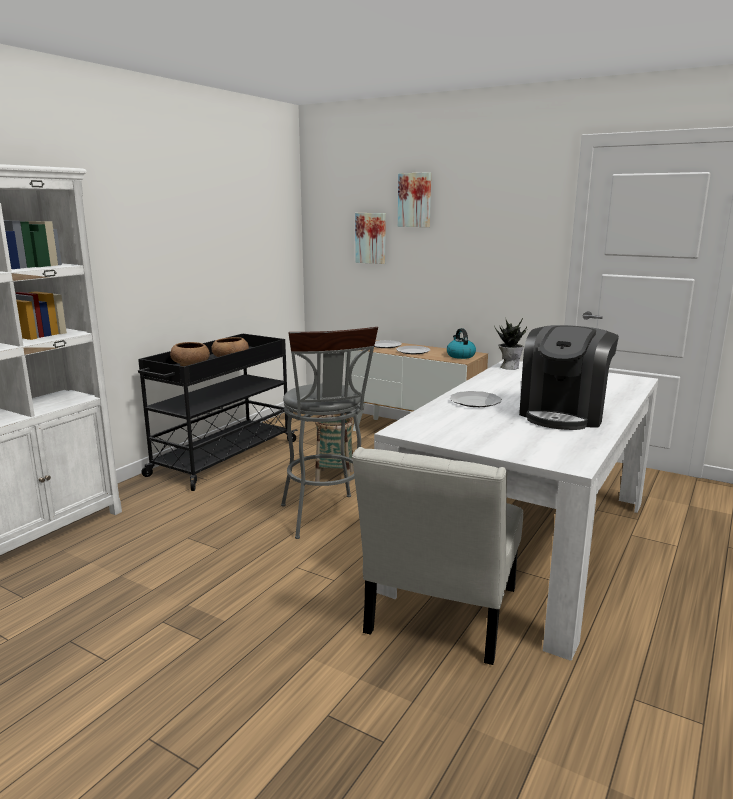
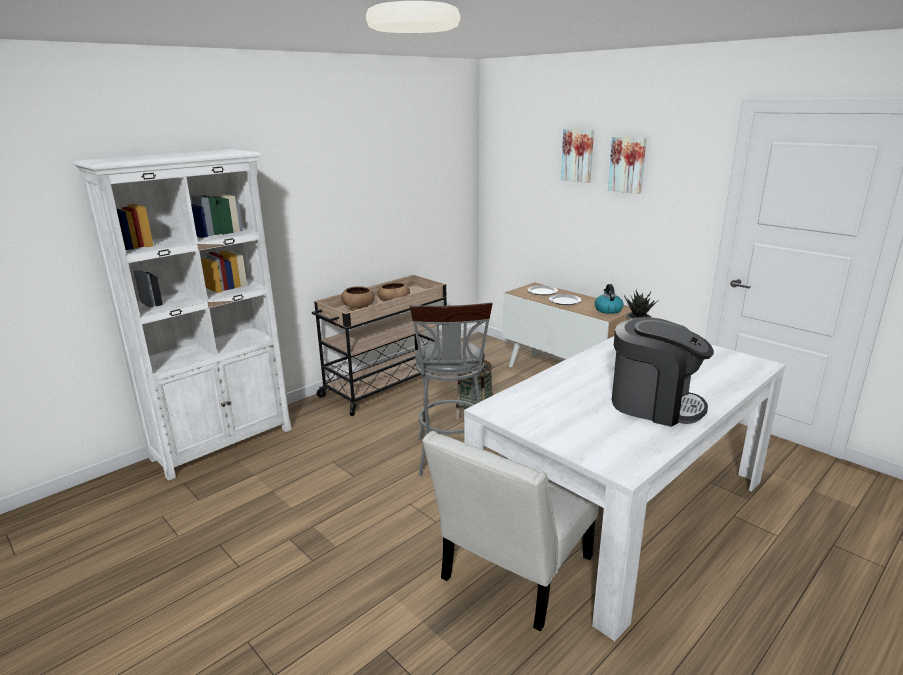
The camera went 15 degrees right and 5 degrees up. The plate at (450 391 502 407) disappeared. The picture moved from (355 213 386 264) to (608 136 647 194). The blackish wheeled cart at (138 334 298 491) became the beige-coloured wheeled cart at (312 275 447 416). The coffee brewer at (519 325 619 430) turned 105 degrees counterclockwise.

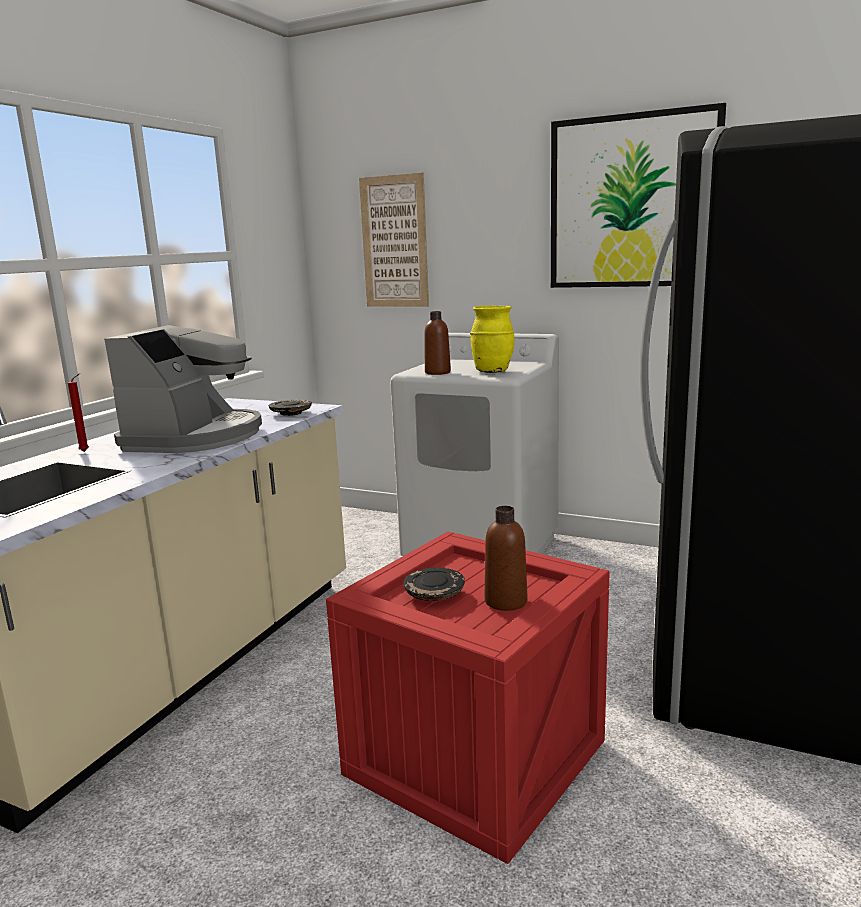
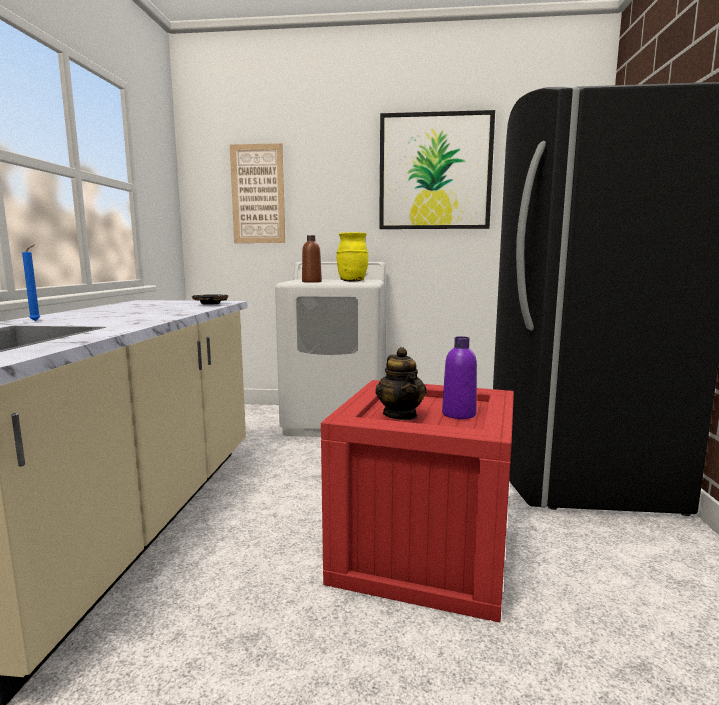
The camera went 20 degrees left and 5 degrees down. The coffee brewer at (104 325 262 453) disappeared. The blackish plate at (403 568 465 601) was replaced by the tea pot at (375 347 426 420). The reddish wax light at (68 373 89 452) became the bluish wax light at (22 245 40 321). The brown-coloured bottle at (485 506 527 611) became the purple bottle at (442 336 477 419).

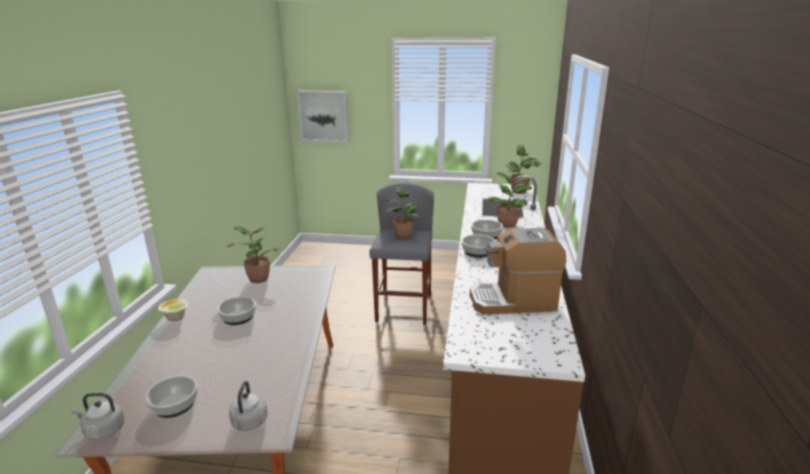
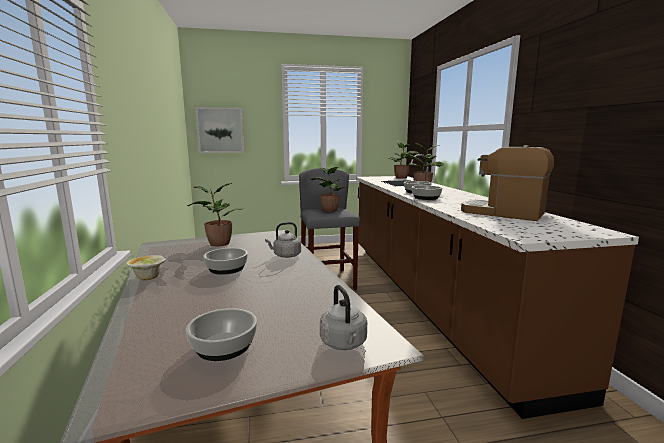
The camera went 20 degrees left and 10 degrees down. The greyish water kettle moved from (72 393 124 440) to (265 222 301 258). The coffee brewer at (470 228 566 314) turned 60 degrees clockwise.

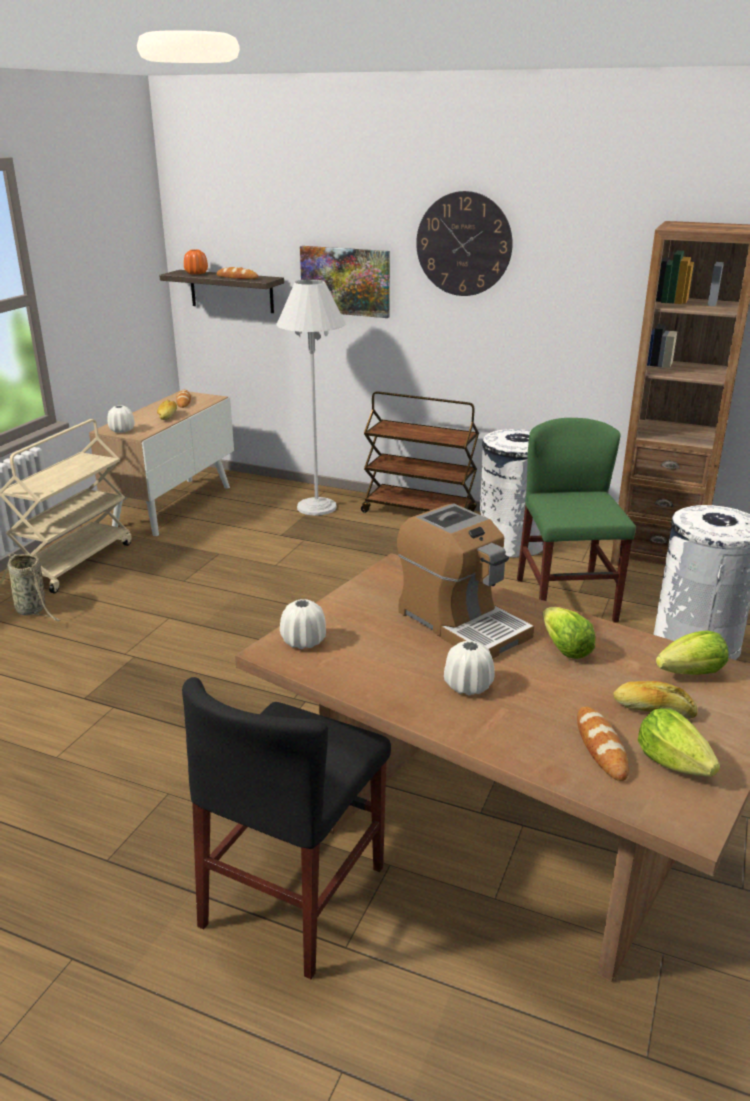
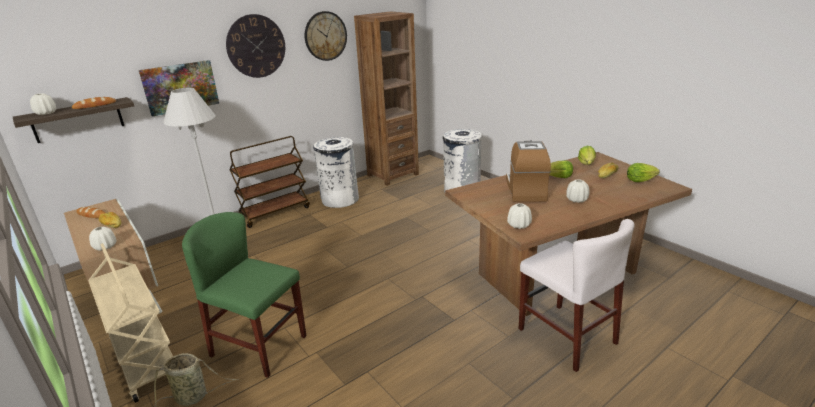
The camera went 60 degrees left and 0 degrees up. The baked bread at (577 707 629 781) disappeared. The wall clock at (305 11 347 61) appeared. The green chair moved from (517 418 636 623) to (182 212 306 378). The blackish chair at (182 677 391 979) became the white chair at (519 219 634 372). The orangey flower vase at (184 249 208 275) became the white flower vase at (30 93 56 115). The coffee brewer at (397 503 534 659) turned 75 degrees counterclockwise.

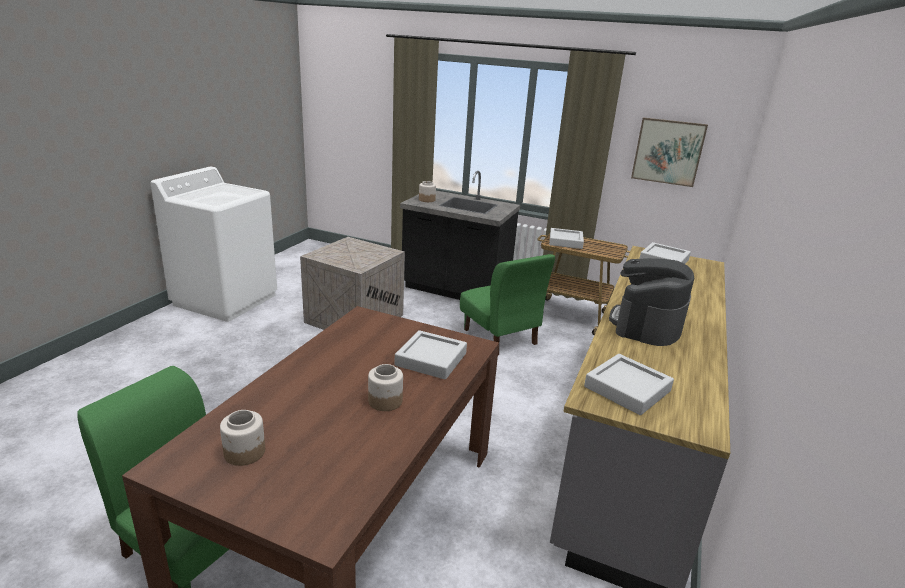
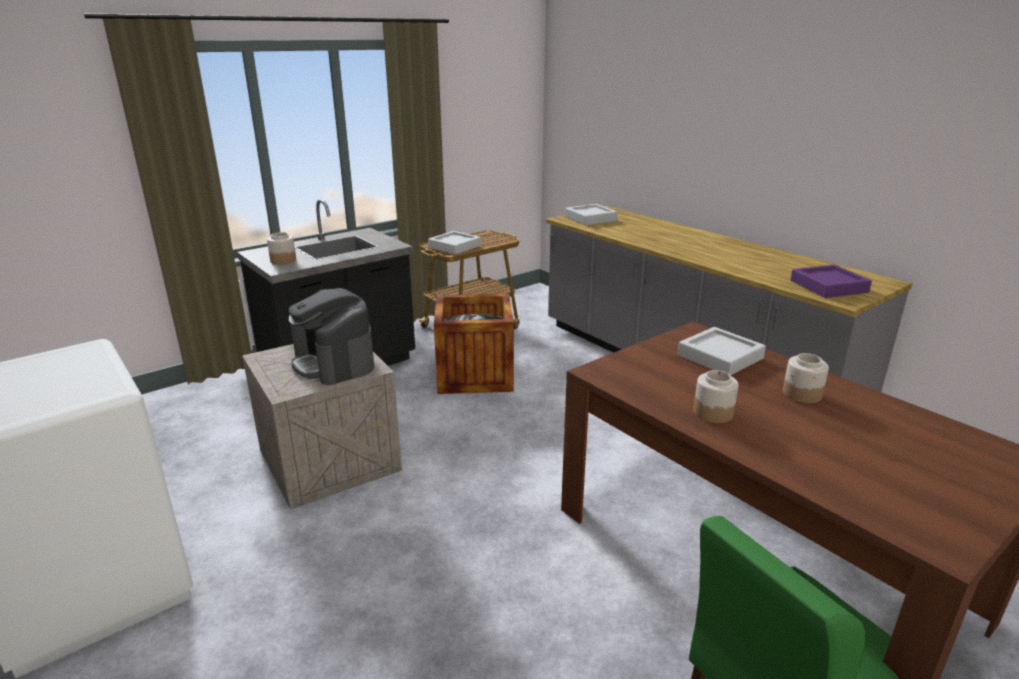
The camera went 60 degrees left and 0 degrees up. The picture at (631 117 708 187) disappeared. The storage jar moved from (220 410 265 466) to (694 370 738 423). The coffee brewer moved from (609 258 694 346) to (289 288 375 385). The green chair at (460 254 555 355) was replaced by the packing crate at (434 294 514 394). The greyish tray at (584 354 674 415) became the purple tray at (790 265 872 298).

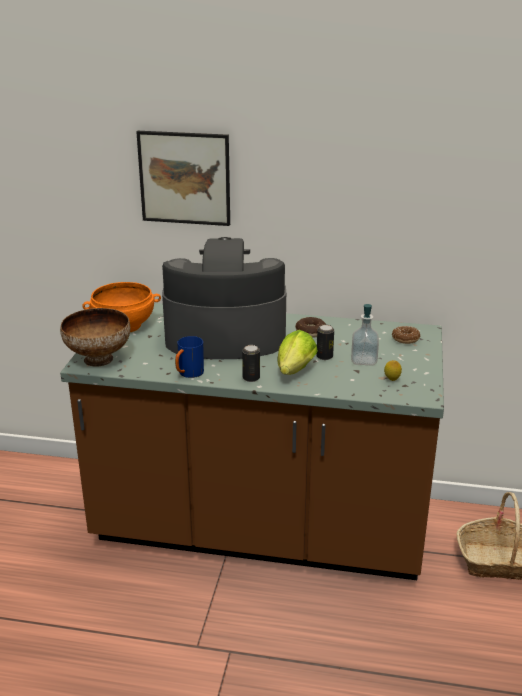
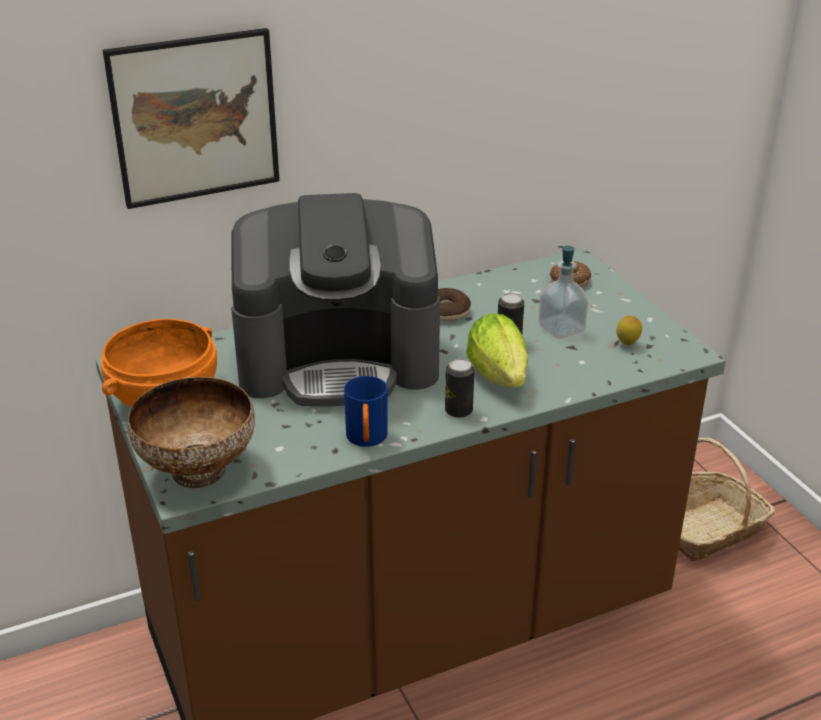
The camera went 35 degrees left and 5 degrees up. The coffee brewer at (162 237 286 359) turned 150 degrees counterclockwise.

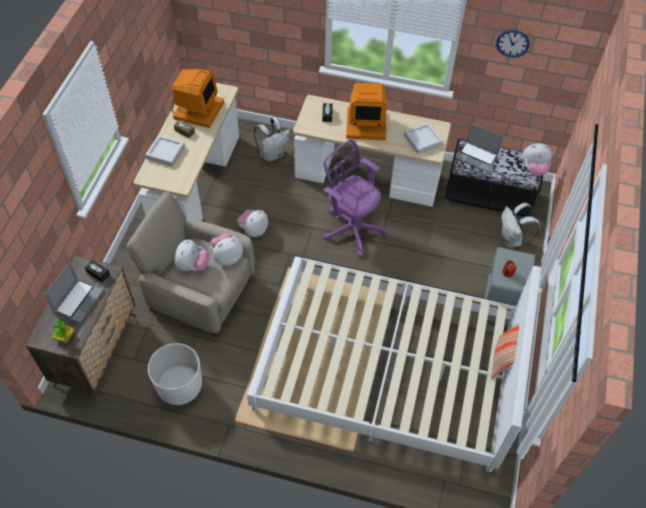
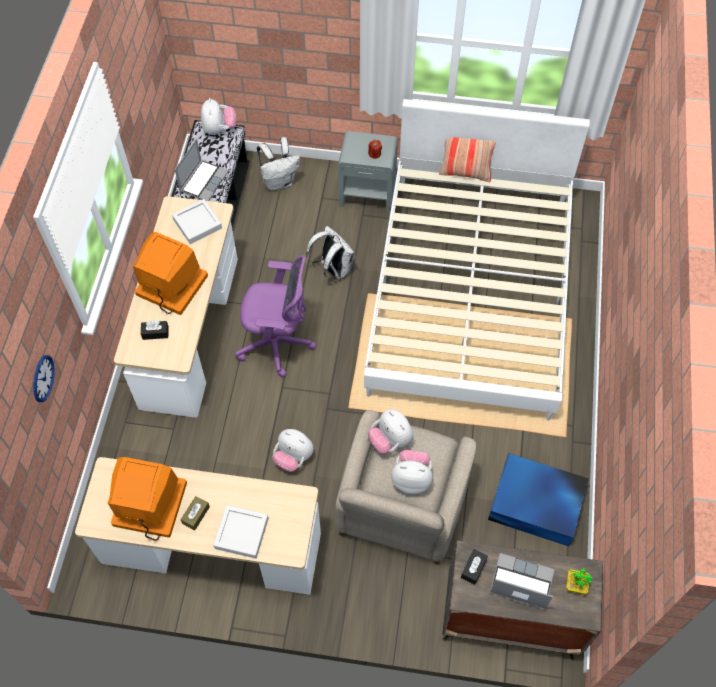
The camera went 95 degrees left and 5 degrees up. The white backpack moved from (254 117 290 162) to (306 226 356 279). The wall clock moved from (496 30 530 58) to (33 355 55 402). The white plant pot at (148 343 202 405) was replaced by the bluish storage container at (488 453 589 546). The purple office chair at (323 139 386 257) turned 120 degrees counterclockwise. The computer display at (346 83 387 140) turned 60 degrees counterclockwise.

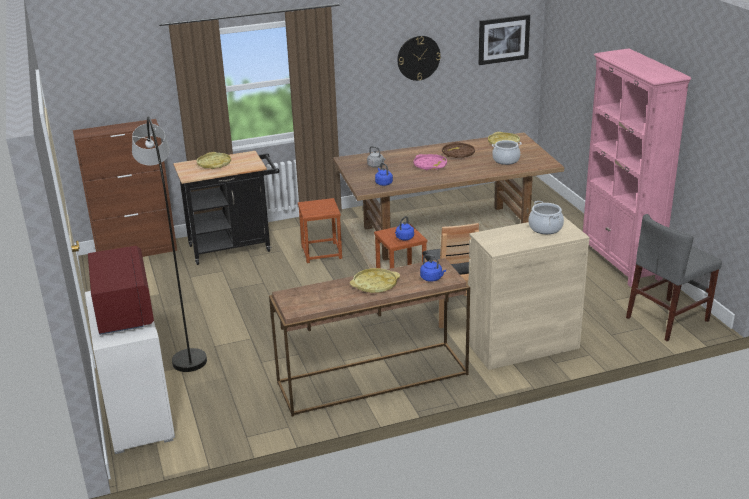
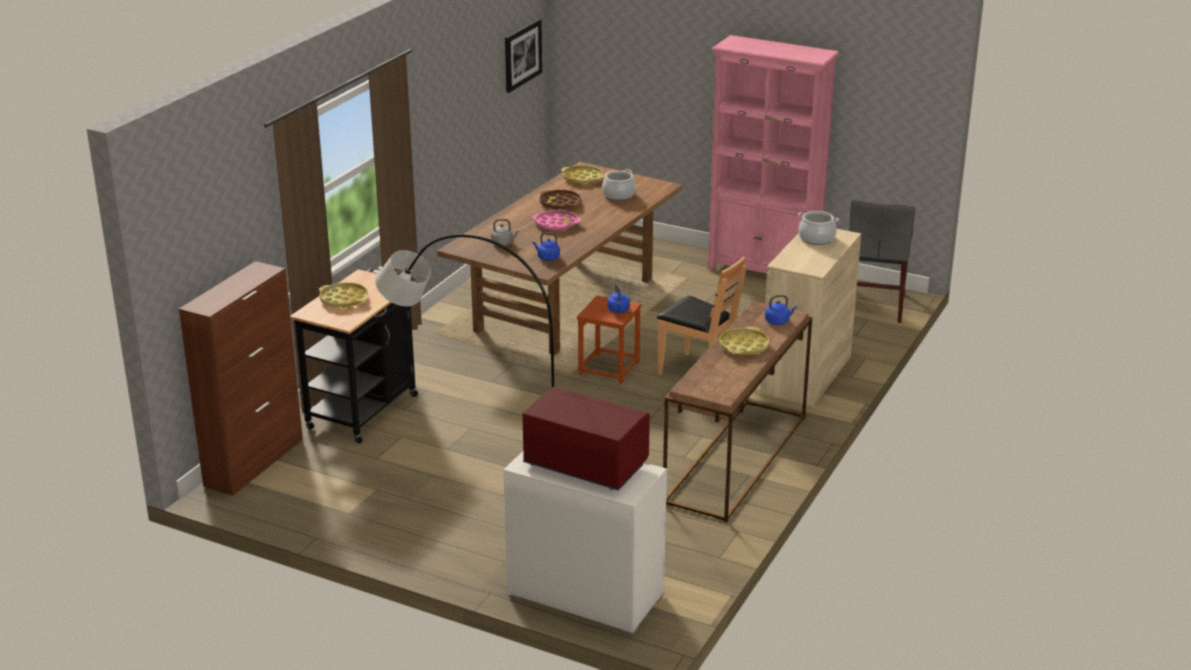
The camera went 45 degrees left and 0 degrees up. The brown-coloured sitting stool at (298 198 342 263) disappeared. The wall clock at (397 35 441 81) disappeared.

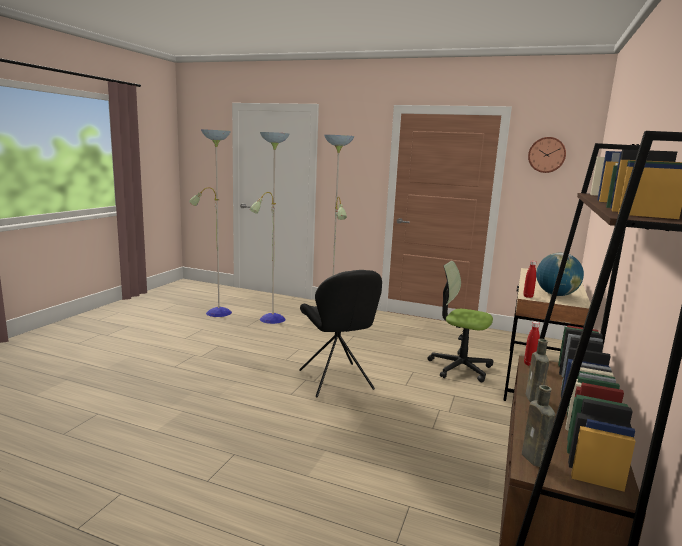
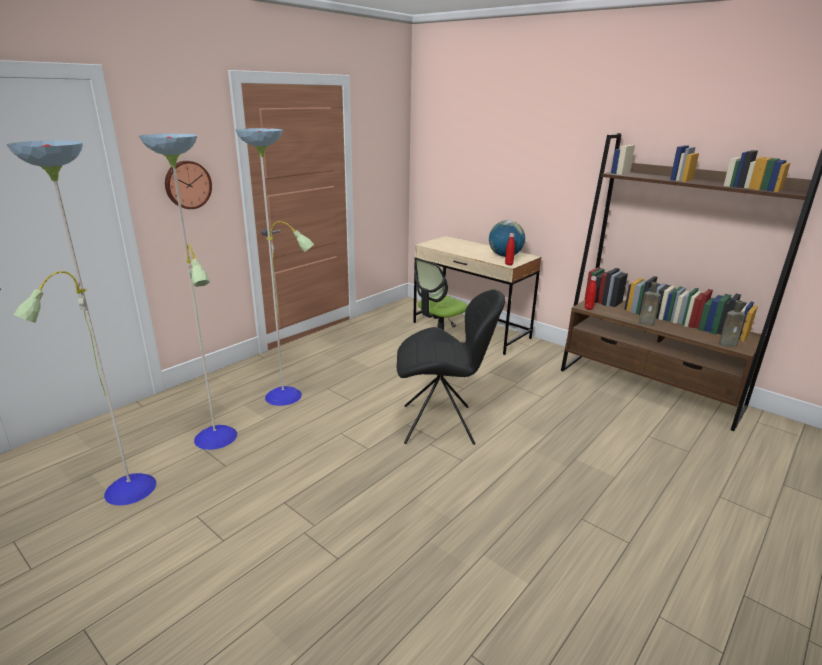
The camera went 70 degrees left and 10 degrees up. The wall clock moved from (528 137 566 173) to (165 161 212 209).

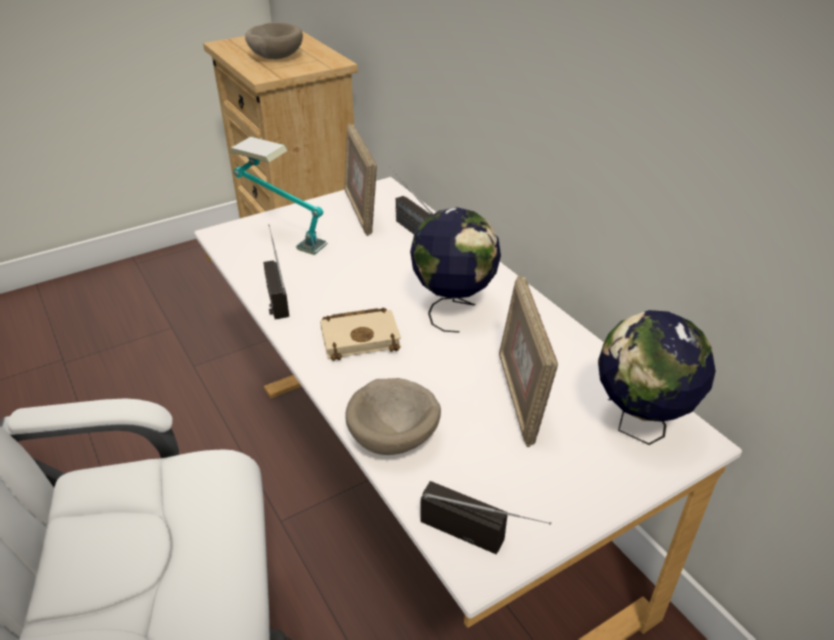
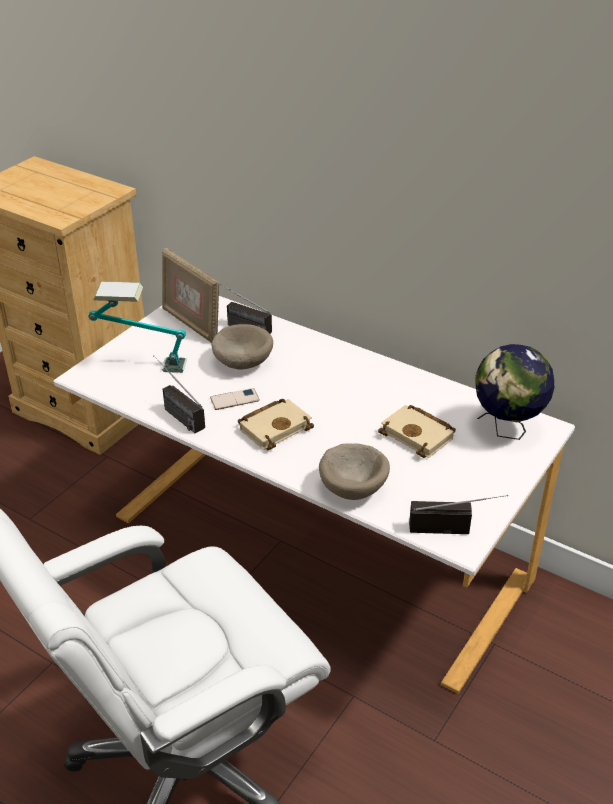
The camera went 25 degrees left and 0 degrees up. The desk globe at (410 207 501 333) disappeared. The telephone at (210 388 260 410) appeared. The beige-coloured deep dish moved from (245 22 303 59) to (211 324 273 370). The standing frame at (499 275 558 447) was replaced by the beige-coloured bound book at (378 405 456 458).

